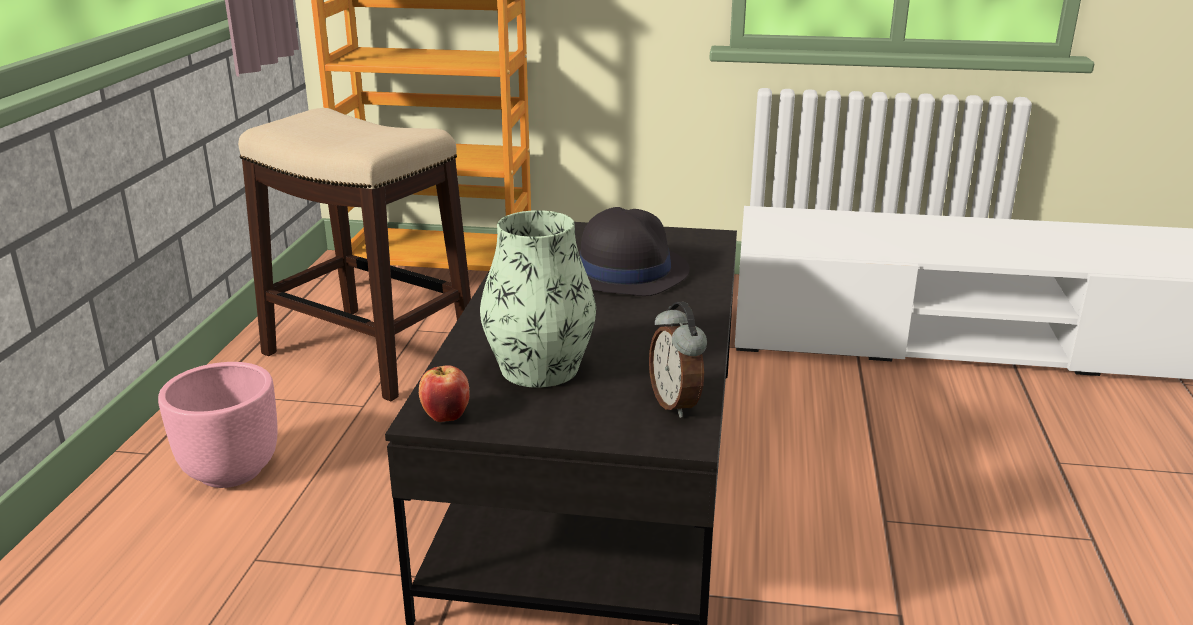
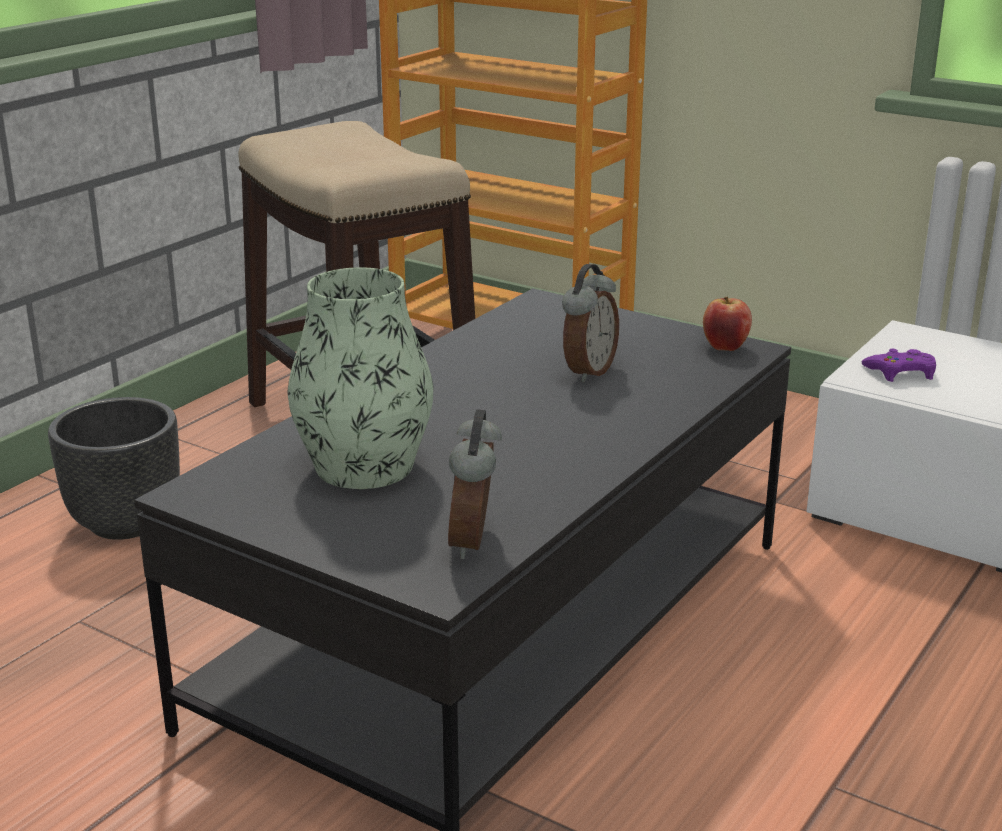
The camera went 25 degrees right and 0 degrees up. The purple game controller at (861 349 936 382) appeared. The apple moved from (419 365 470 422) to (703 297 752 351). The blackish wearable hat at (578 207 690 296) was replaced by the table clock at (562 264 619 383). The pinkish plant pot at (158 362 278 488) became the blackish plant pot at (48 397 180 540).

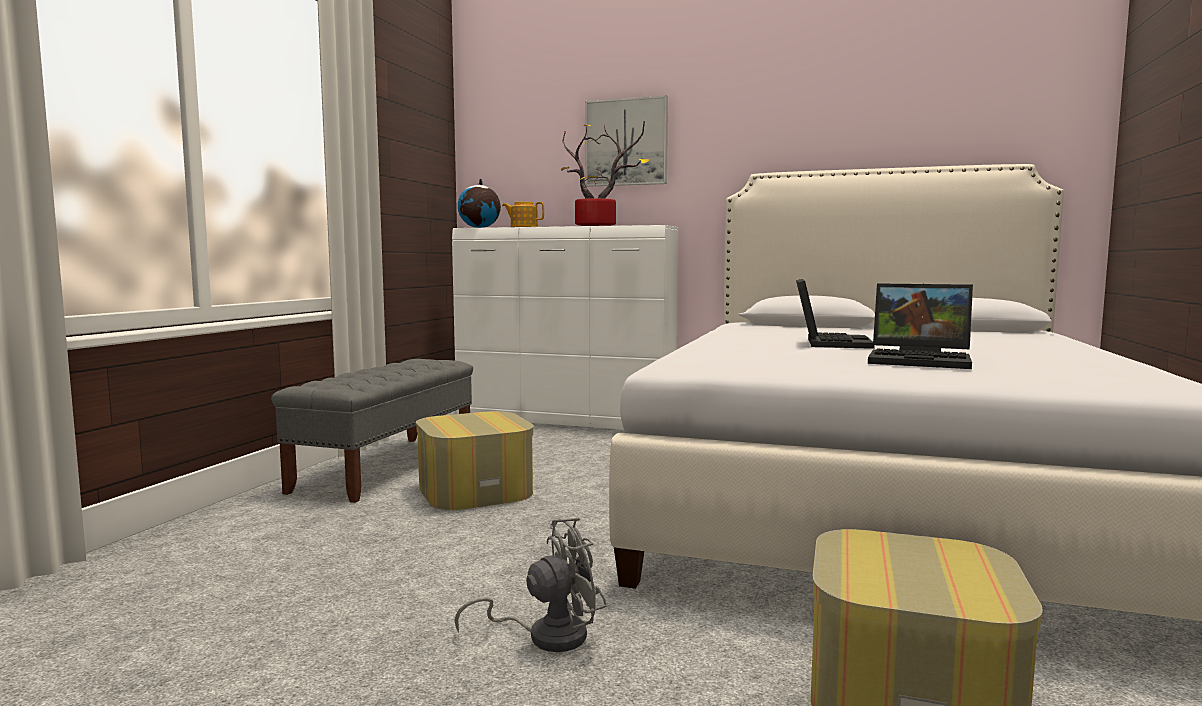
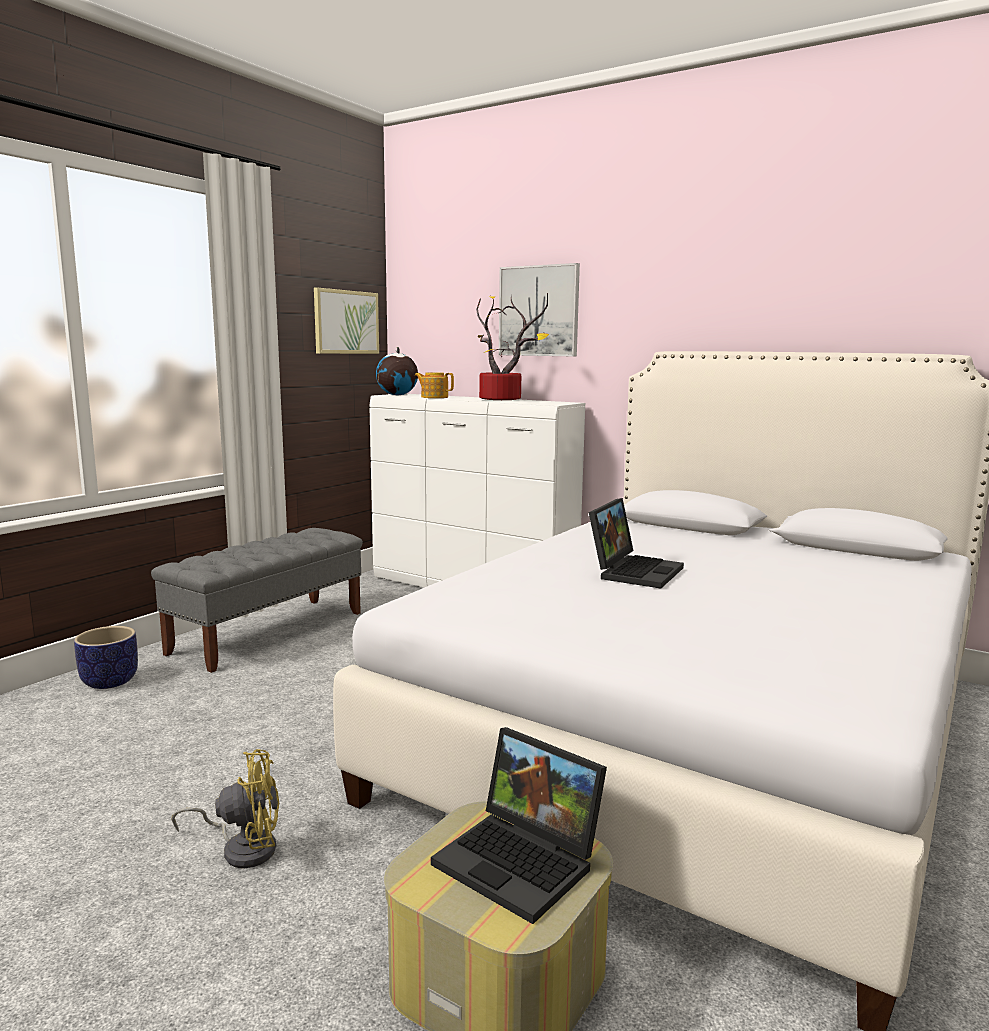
The camera went 15 degrees right and 5 degrees up. The ottoman at (416 411 534 510) disappeared. The plant pot at (74 626 138 689) appeared. The picture at (314 287 379 354) appeared. The laptop moved from (868 283 973 369) to (431 727 607 924). The greyish fan at (454 518 607 652) became the yellowish fan at (171 749 279 868).

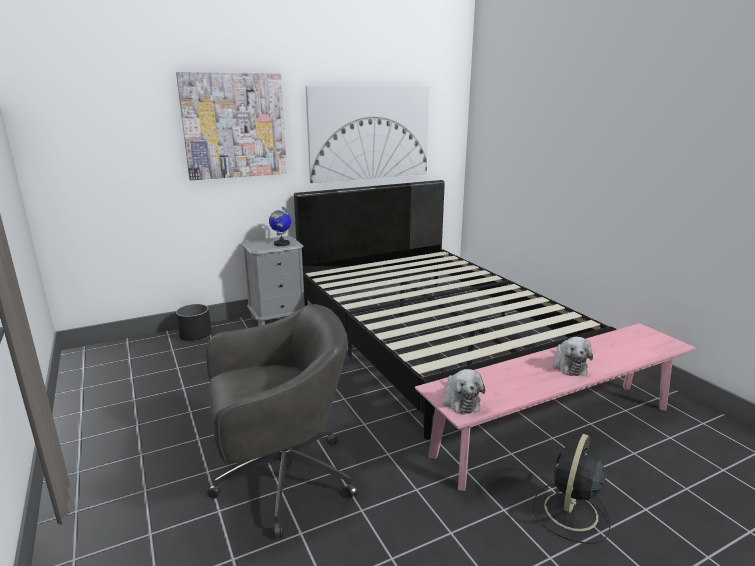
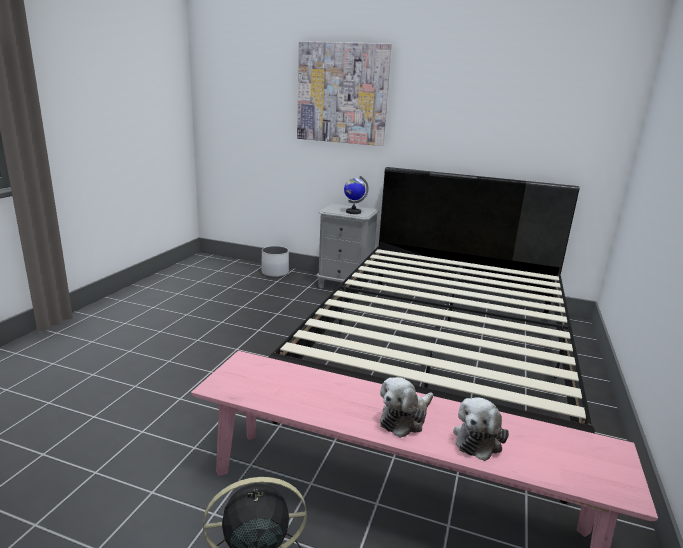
The camera went 45 degrees right and 0 degrees up. The greyish office chair at (206 304 358 538) disappeared. The picture at (305 86 429 183) disappeared. The cuddly toy moved from (443 369 485 414) to (453 397 509 461). The blackish plant pot at (176 304 212 342) became the white plant pot at (262 246 289 277).

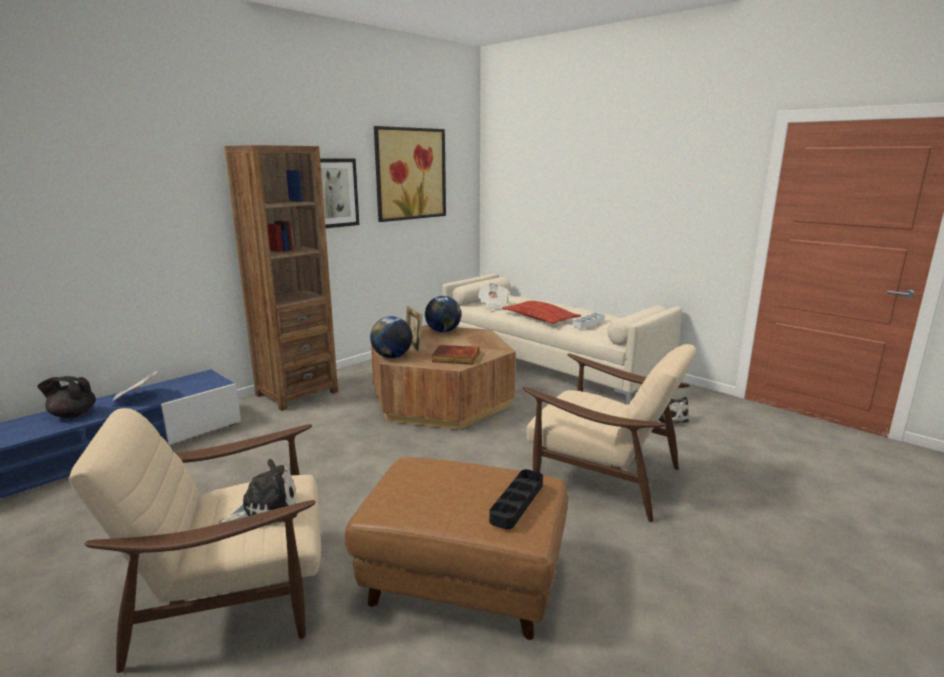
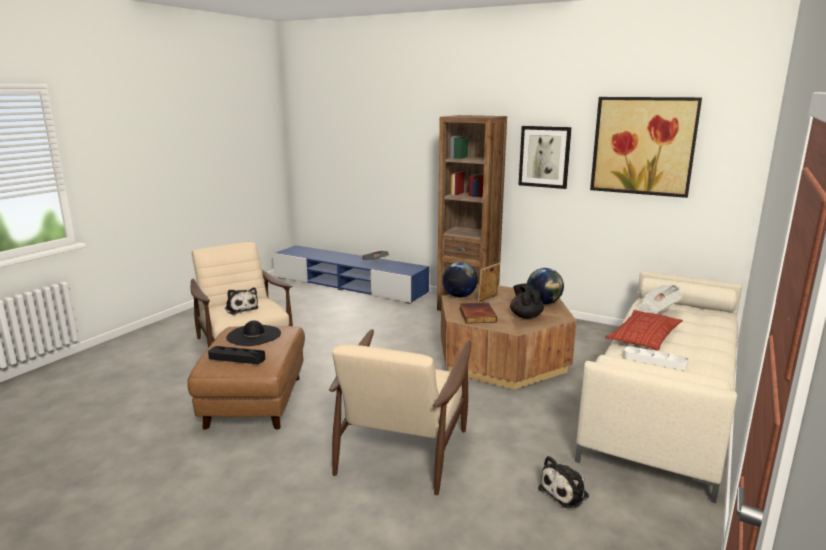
The camera went 75 degrees right and 0 degrees up. The blackish wearable hat at (226 320 281 346) appeared. The blackish tea pot moved from (37 376 96 418) to (510 284 544 319).

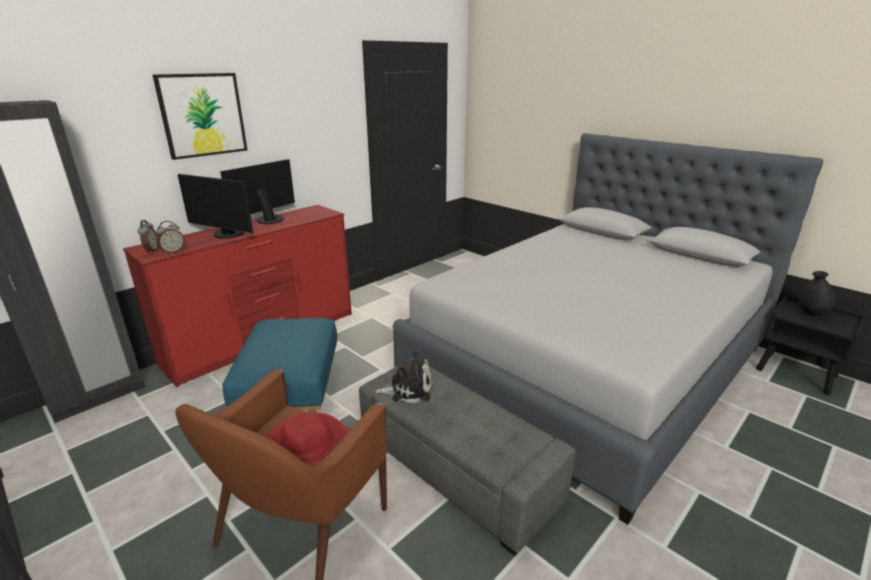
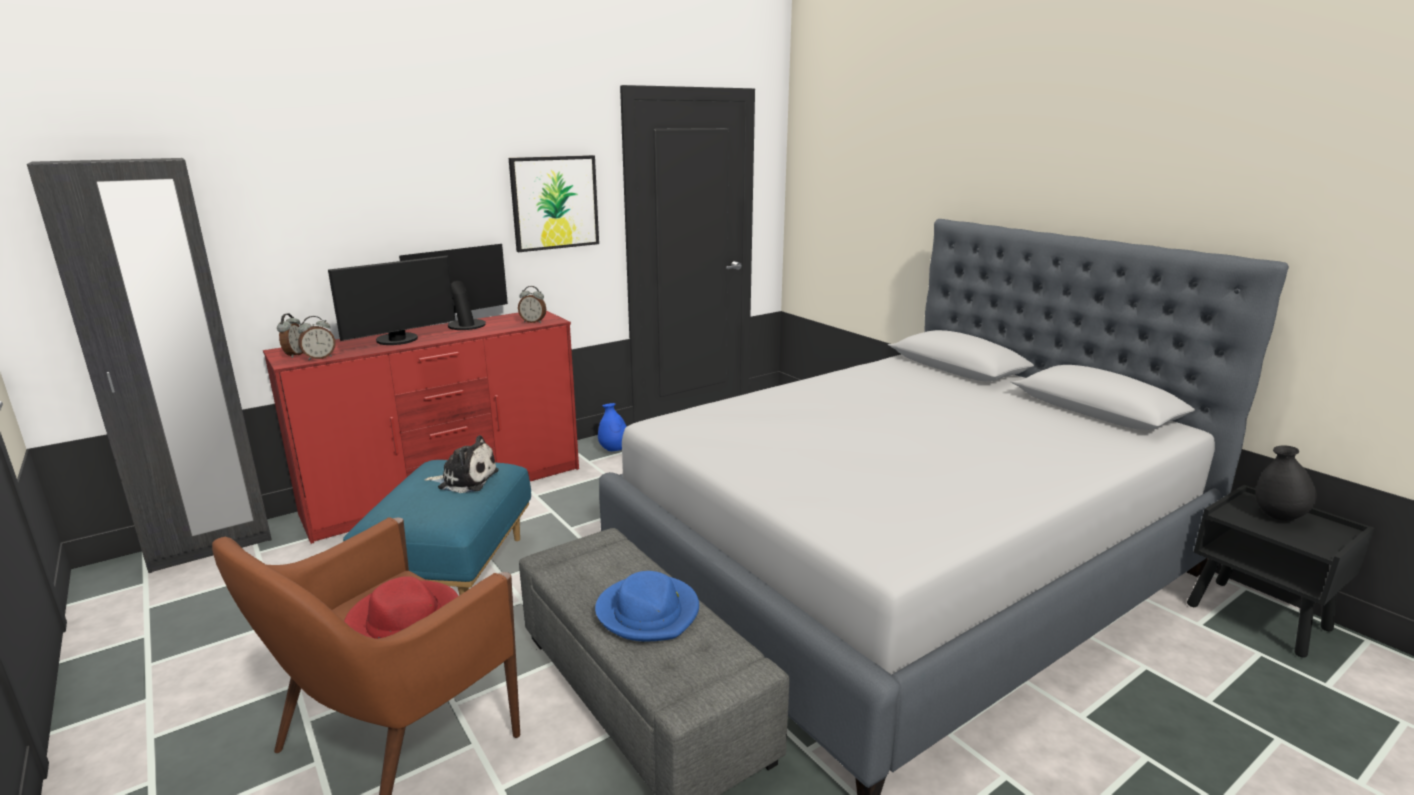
The camera went 10 degrees right and 5 degrees down. The table clock at (518 286 546 323) appeared. The bluish wearable hat at (595 571 699 642) appeared. The bluish flower vase at (598 403 627 451) appeared. The picture moved from (153 73 247 160) to (509 155 599 252). The cuddly toy moved from (374 350 431 403) to (424 435 498 493). The computer display at (178 174 253 238) turned 75 degrees counterclockwise.

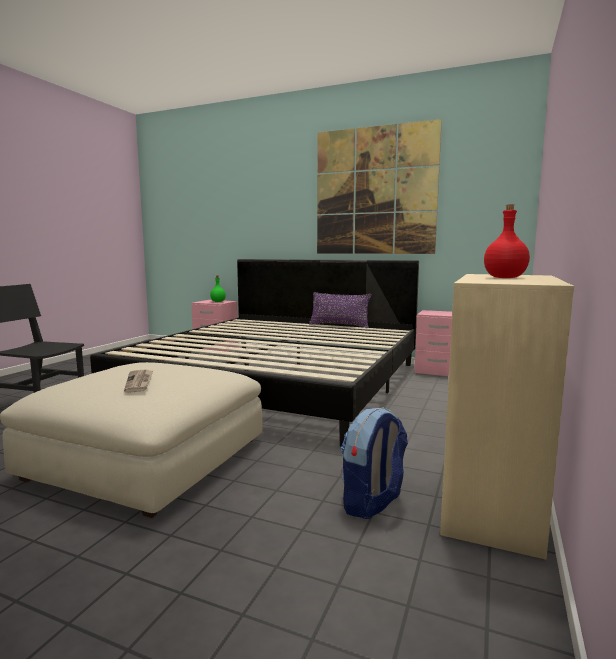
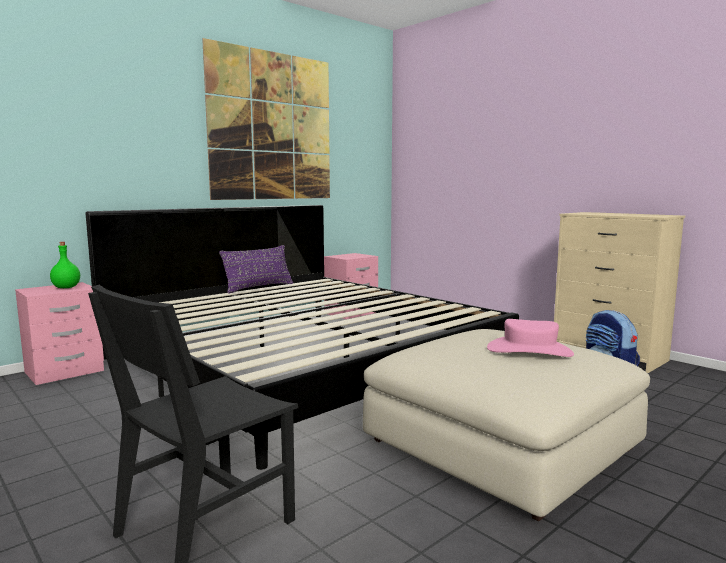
The camera went 65 degrees left and 0 degrees up. The reddish bottle at (484 204 530 278) disappeared. The newspaper at (124 370 153 393) was replaced by the pinkish wearable hat at (487 319 574 357).

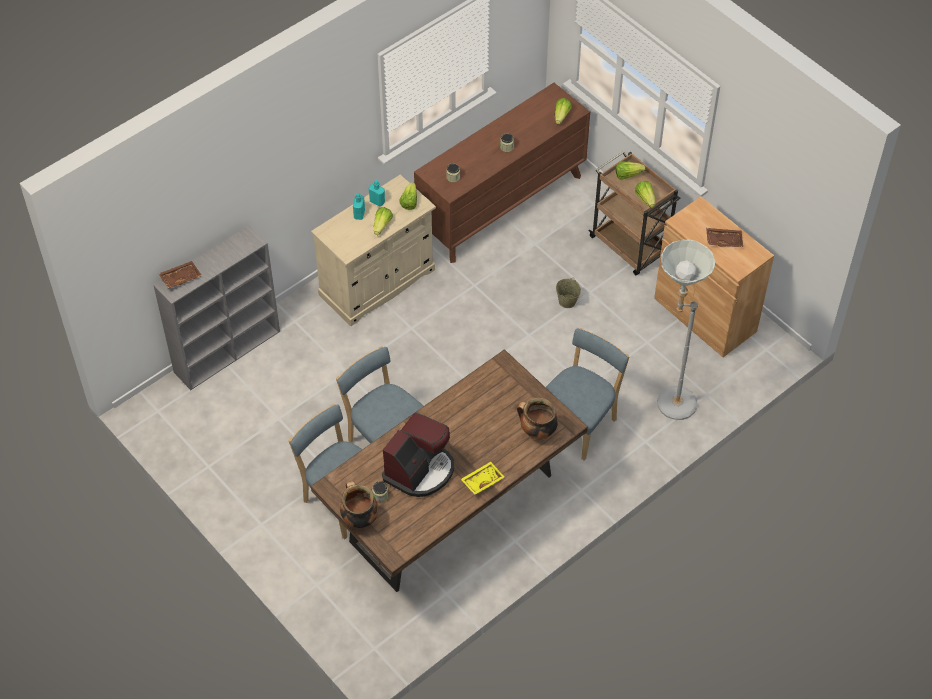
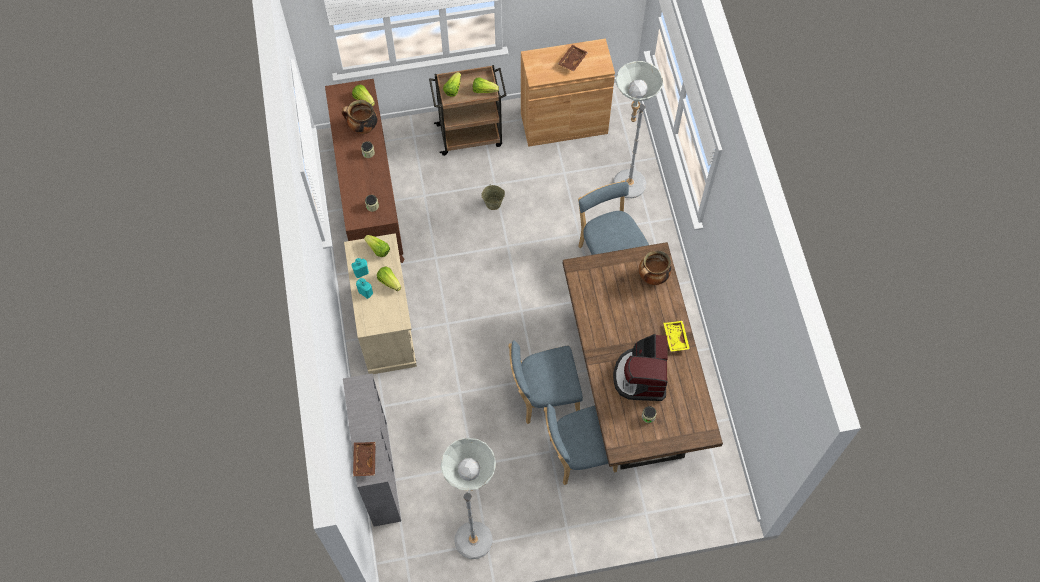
The camera went 60 degrees left and 10 degrees up. The greyish standing lamp at (441 438 496 559) appeared. The cooking pot moved from (340 481 379 528) to (342 100 377 134). The coffee brewer at (382 413 454 497) turned 150 degrees counterclockwise.

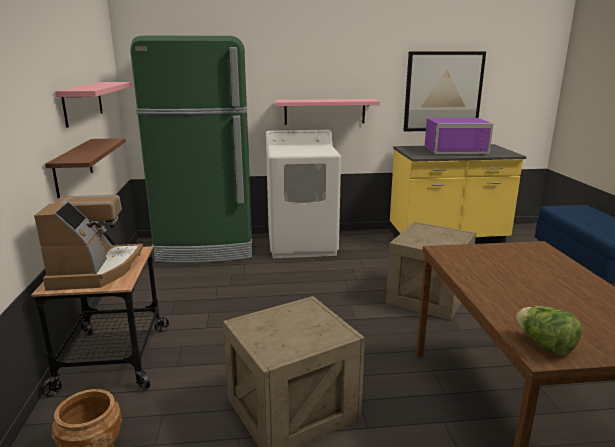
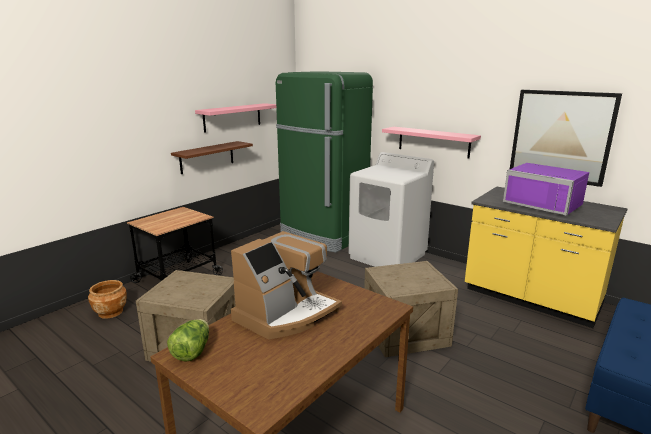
The camera went 45 degrees right and 0 degrees up. The coffee brewer moved from (34 195 143 291) to (231 231 342 339).

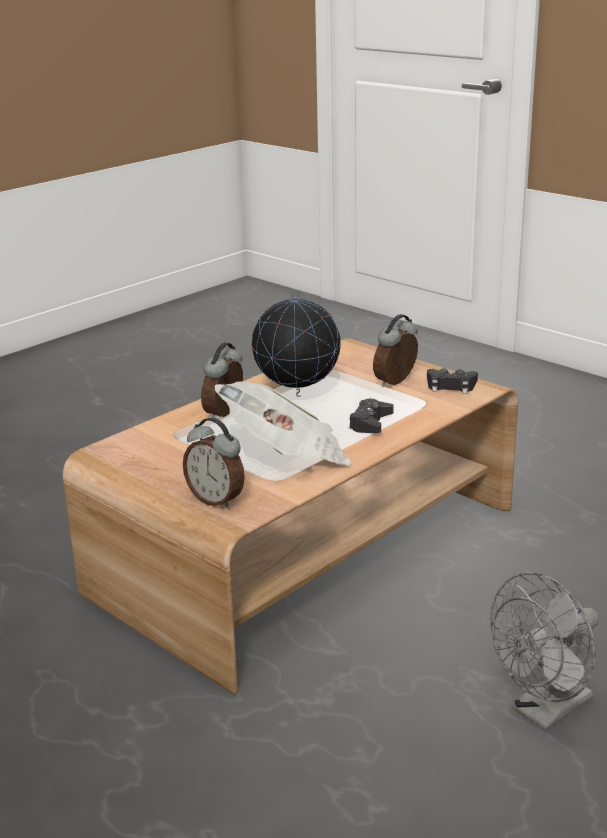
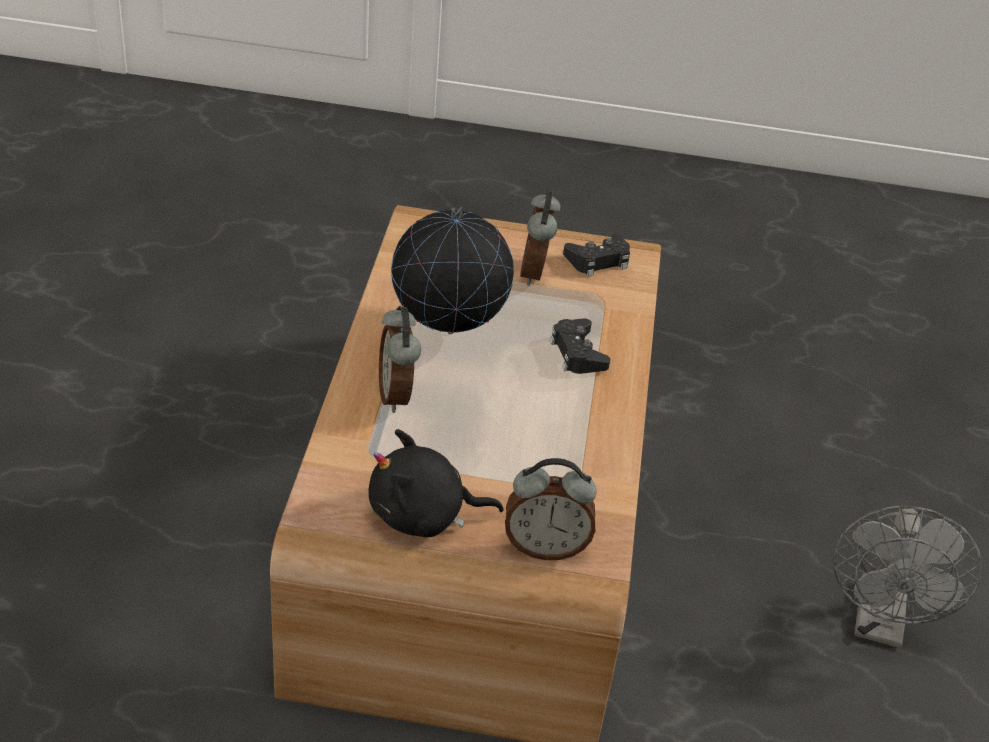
The camera went 40 degrees left and 15 degrees up. The newspaper at (215 382 352 465) disappeared. The blackish cuddly toy at (368 429 503 537) appeared.

